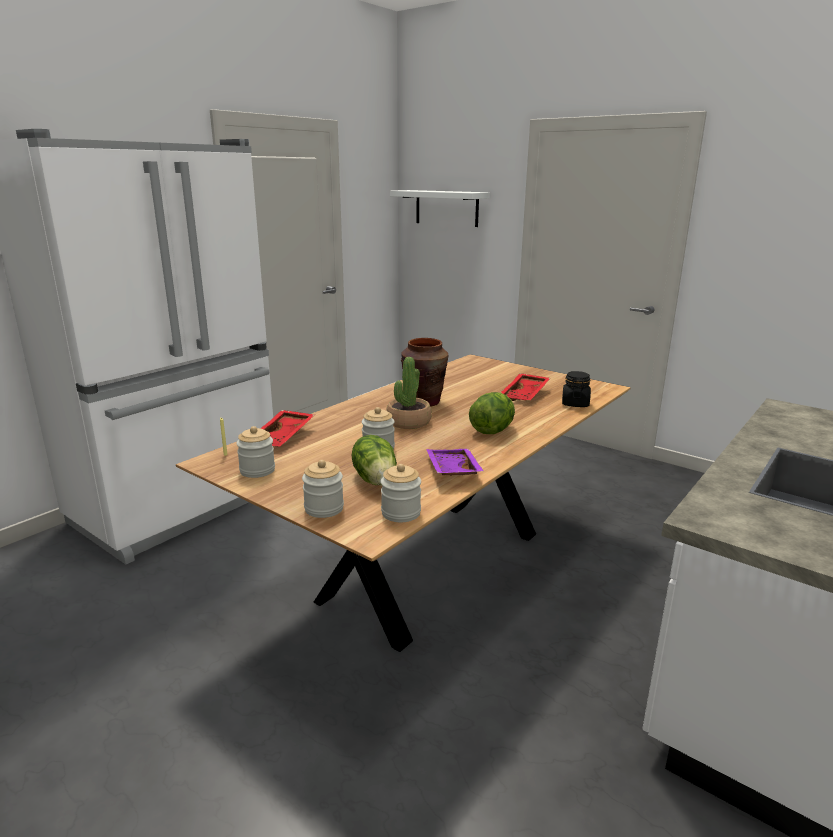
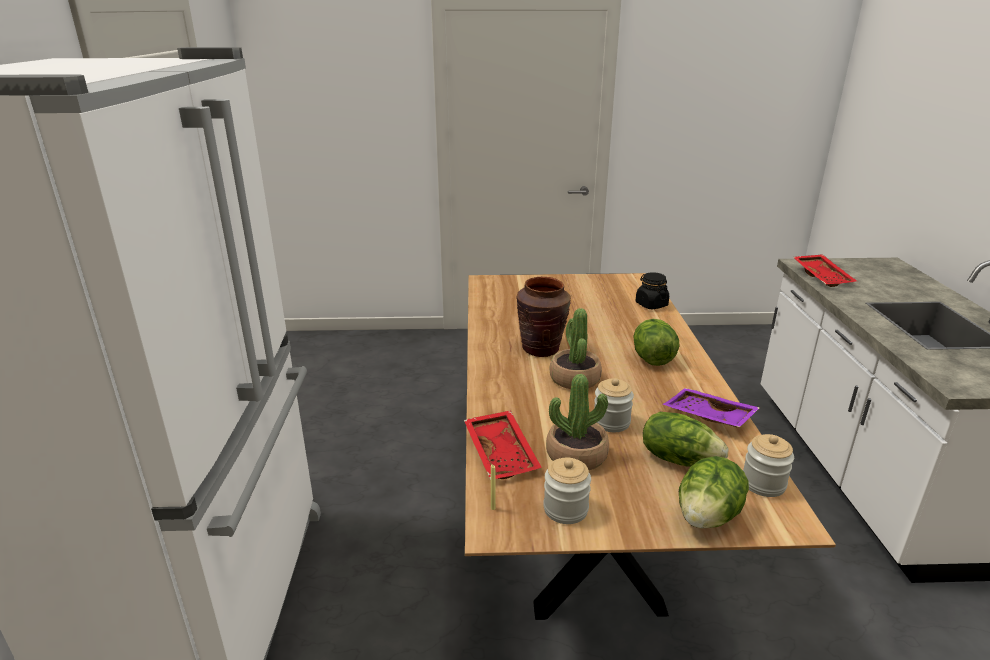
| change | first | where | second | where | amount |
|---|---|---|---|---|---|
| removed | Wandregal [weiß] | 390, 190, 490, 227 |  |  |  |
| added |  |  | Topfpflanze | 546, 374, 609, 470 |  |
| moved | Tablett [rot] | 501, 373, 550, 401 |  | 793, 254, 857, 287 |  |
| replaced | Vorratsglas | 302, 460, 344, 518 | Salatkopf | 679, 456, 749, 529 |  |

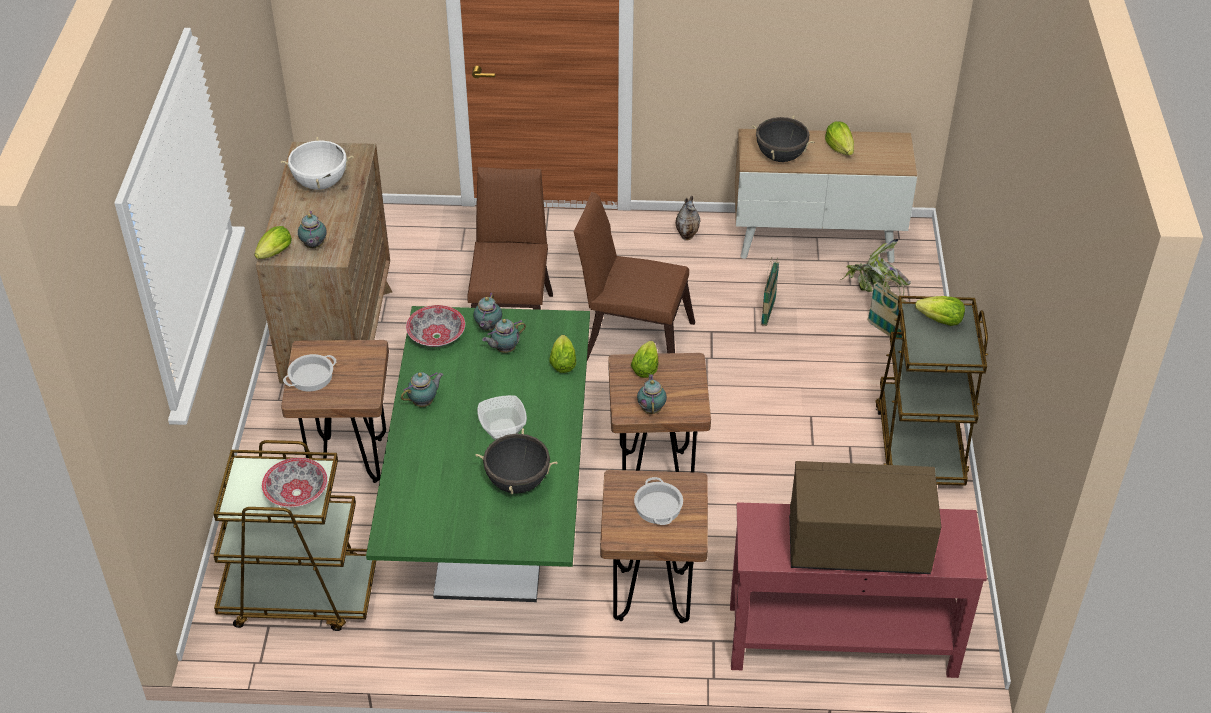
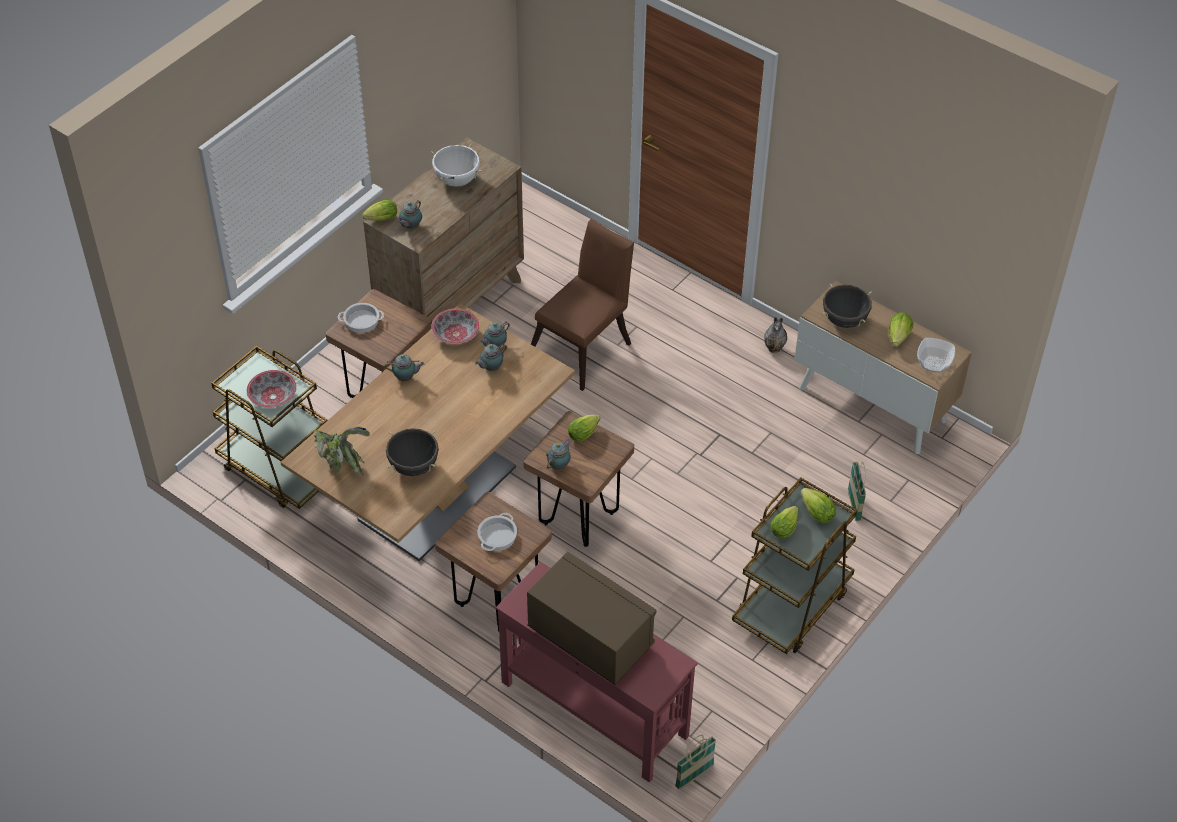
| change | first | where | second | where | amount |
|---|---|---|---|---|---|
| removed | Stuhl [braun] | 574, 192, 695, 361 |  |  |  |
| moved | Schüssel | 477, 395, 527, 440 |  | 917, 338, 955, 373 |  |
| moved | Salatkopf | 549, 335, 576, 373 |  | 770, 506, 798, 539 |  |
| moved | Korb | 761, 257, 779, 326 |  | 675, 735, 716, 790 |  |
| moved | Topfpflanze | 840, 239, 911, 292 |  | 313, 426, 370, 475 |  |
| recoloured | Esstisch [grün] | 366, 306, 590, 602 | Esstisch [braun] | 280, 303, 575, 561 |  |
| turned | Teekanne | 482, 319, 526, 353 |  | 475, 343, 507, 371 | 45 degrees counterclockwise |

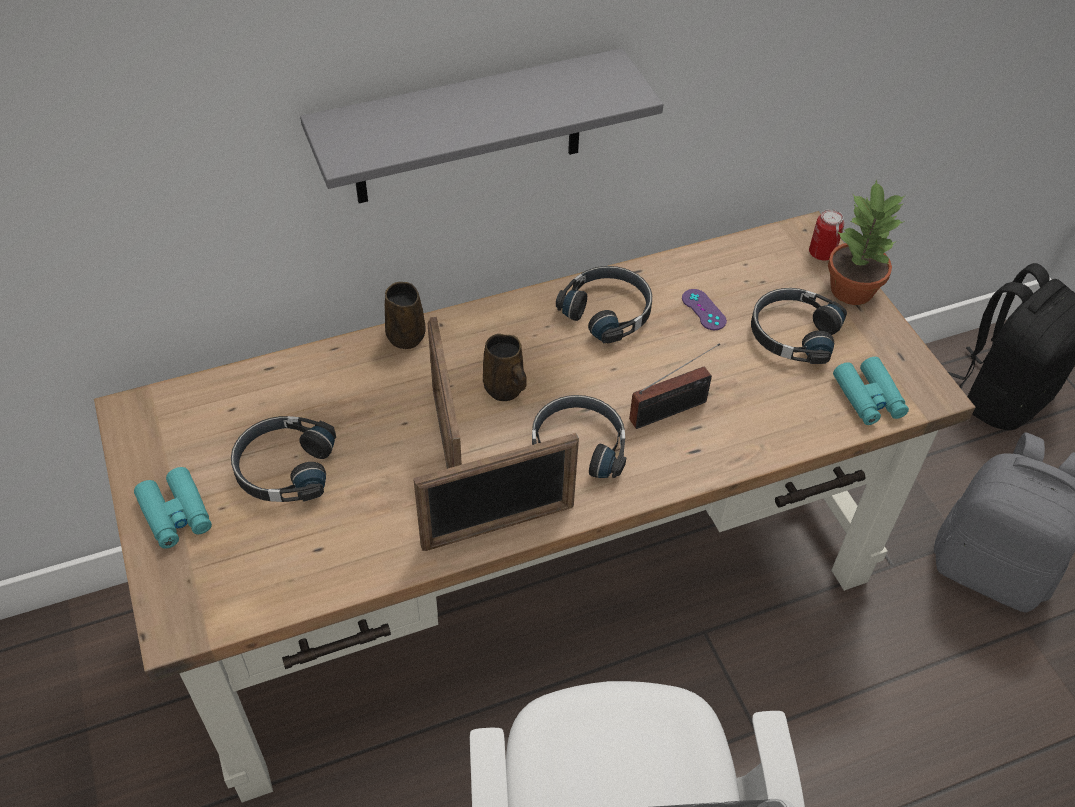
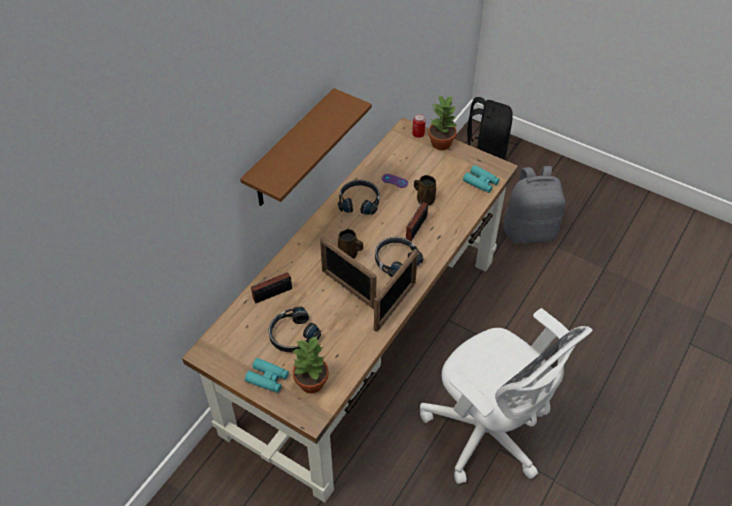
| change | first | where | second | where | amount |
|---|---|---|---|---|---|
| removed | Kopfhörer [schwarz] | 751, 288, 847, 364 |  |  |  |
| added |  |  | Radio | 251, 262, 292, 303 |  |
| added |  |  | Topfpflanze | 293, 336, 329, 393 |  |
| moved | Henkelbecher [braun] | 385, 282, 425, 349 |  | 414, 175, 436, 206 |  |
| recoloured | Wandregal [grau] | 300, 48, 663, 203 | Wandregal [braun] | 240, 88, 372, 206 |  |

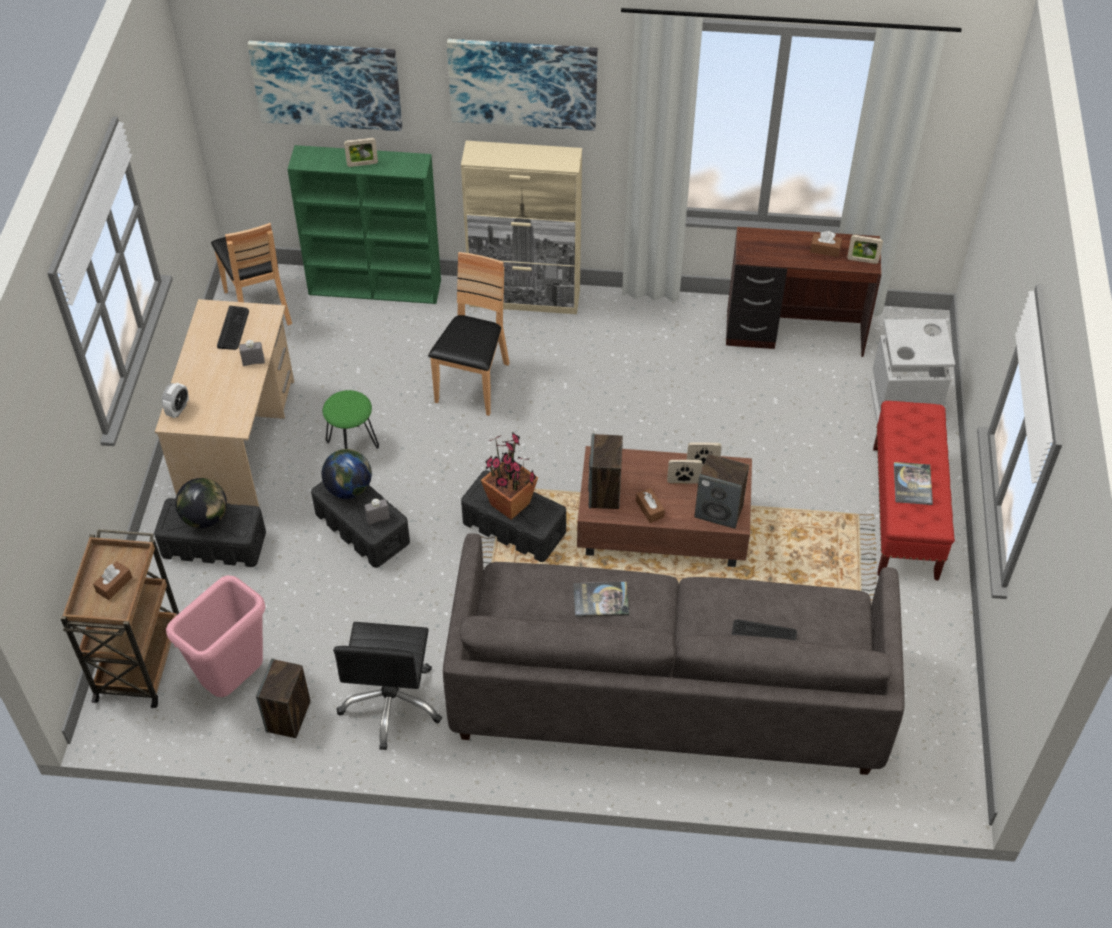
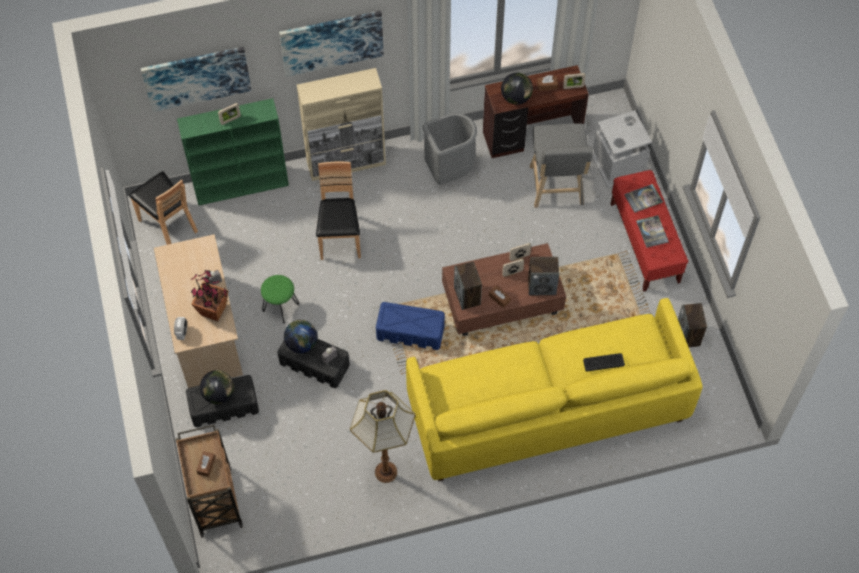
| change | first | where | second | where | amount |
|---|---|---|---|---|---|
| removed | Mülleimer [rosa] | 166, 575, 266, 697 |  |  |  |
| removed | Tastatur | 217, 306, 249, 350 |  |  |  |
| added |  |  | Mülleimer [grau] | 422, 113, 477, 185 |  |
| added |  |  | Globus | 501, 73, 533, 105 |  |
| added |  |  | Hocker [grau] | 530, 123, 593, 208 |  |
| moved | Lautsprecher | 256, 658, 311, 738 |  | 678, 303, 707, 347 |  |
| moved | Topfpflanze | 481, 432, 538, 520 |  | 190, 270, 228, 321 |  |
| moved | Buch | 573, 582, 629, 617 |  | 625, 184, 663, 213 |  |
| replaced | Bürostuhl [schwarz] | 333, 622, 442, 750 | Stehlampe | 350, 390, 415, 483 |  |
| recoloured | Sofa [grau] | 443, 533, 905, 775 | Sofa [gelb] | 406, 298, 703, 482 |  |
| recoloured | Aufbewahrungsbox [schwarz] | 461, 470, 566, 562 | Aufbewahrungsbox [blau] | 376, 302, 445, 350 |  |

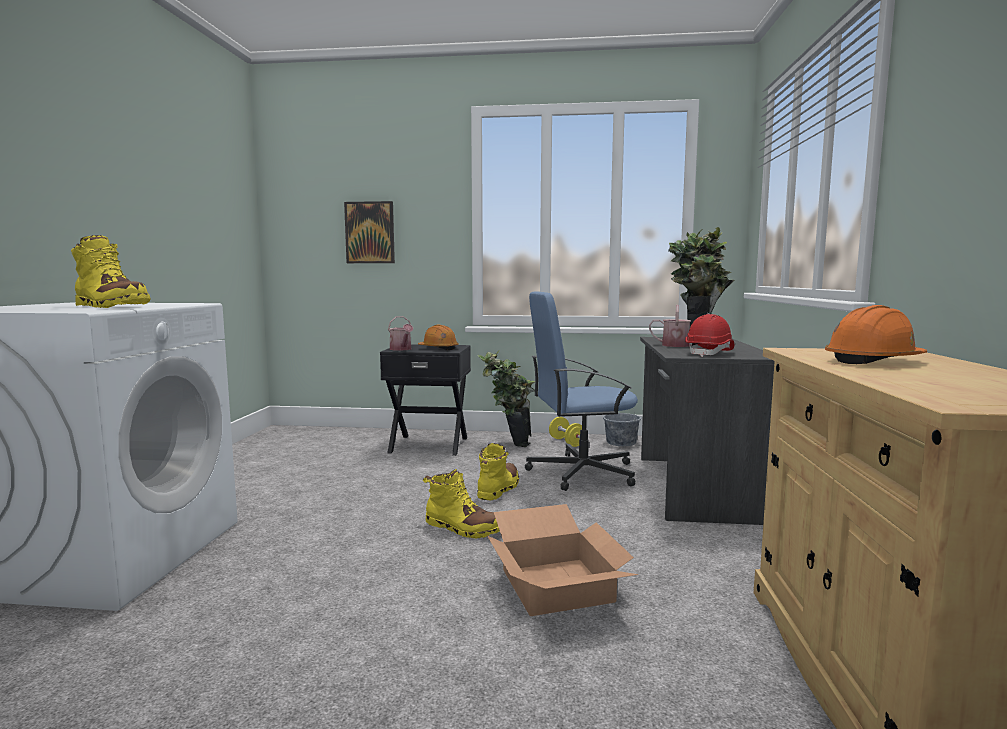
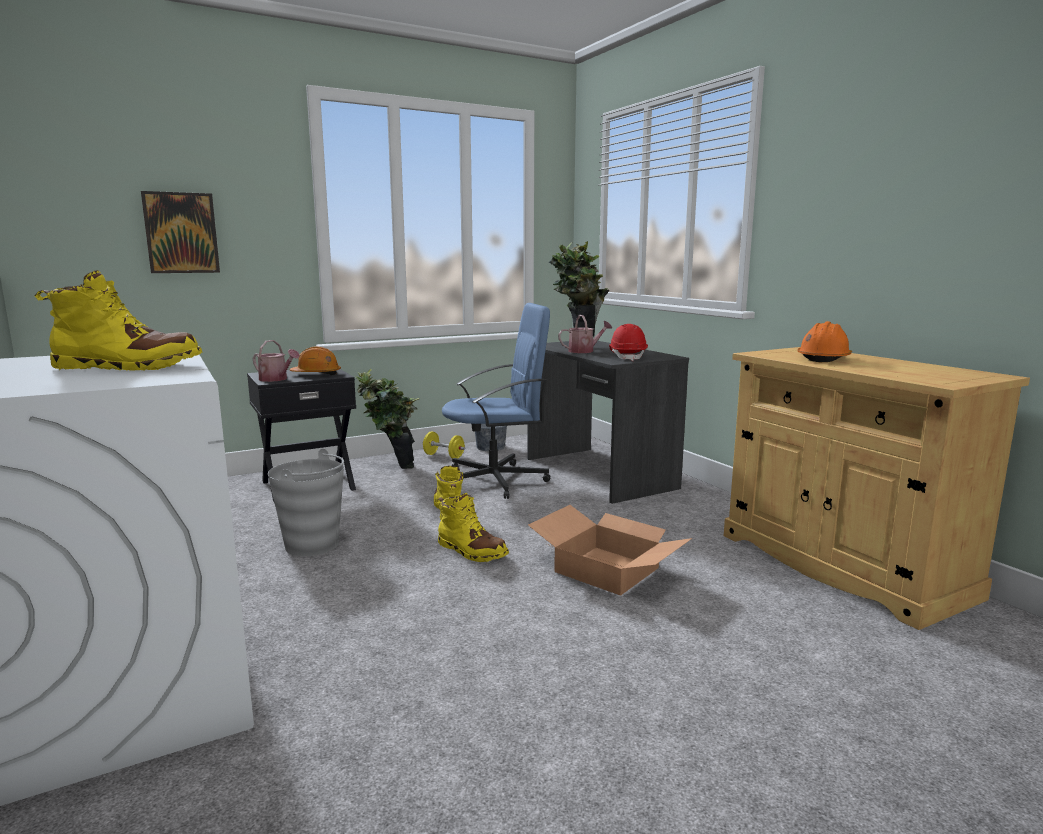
| change | first | where | second | where | amount |
|---|---|---|---|---|---|
| added |  |  | Eimer [grau] | 268, 449, 344, 556 |  |
| turned | Stiefel [gelb] | 423, 469, 500, 539 |  | 436, 493, 509, 562 | 45 degrees clockwise |
| turned | Bürostuhl [blau] | 525, 291, 638, 491 |  | 442, 303, 551, 499 | 150 degrees counterclockwise |

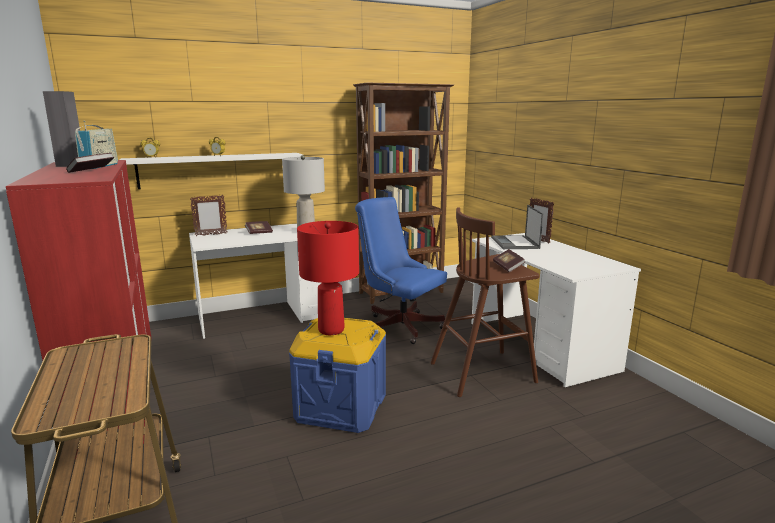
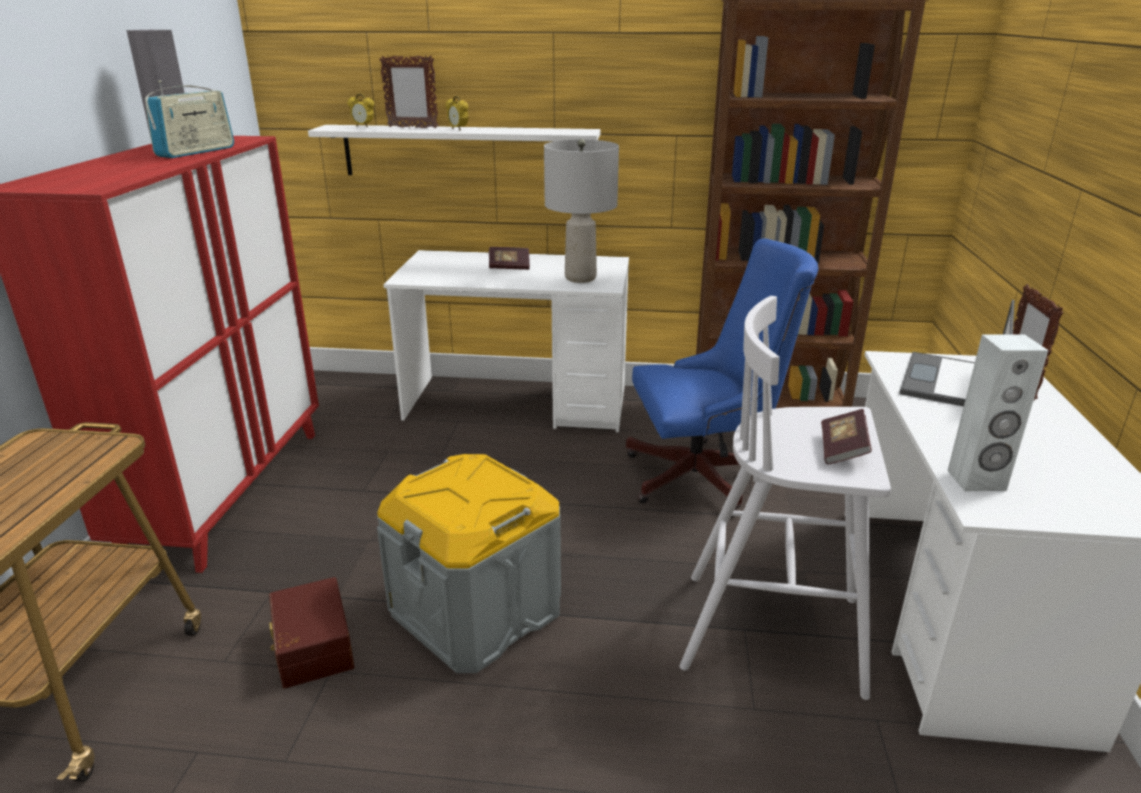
| change | first | where | second | where | amount |
|---|---|---|---|---|---|
| removed | Buch | 66, 153, 114, 173 |  |  |  |
| removed | Tischlampe [rot] | 297, 221, 359, 335 |  |  |  |
| added |  |  | Aufbewahrungsbox [braun] | 269, 577, 354, 688 |  |
| added |  |  | Lautsprecher [weiß] | 948, 334, 1048, 491 |  |
| moved | Bilderrahmen | 190, 195, 227, 236 |  | 379, 56, 439, 128 |  |
| recoloured | Aufbewahrungsbox [blau] | 289, 318, 386, 433 | Aufbewahrungsbox [grau] | 377, 454, 561, 673 |  |
| recoloured | Hocker [braun] | 430, 207, 539, 397 | Hocker [weiß] | 680, 296, 891, 700 |  |
| turned | Bürostuhl [blau] | 355, 197, 447, 344 |  | 626, 238, 818, 517 | 105 degrees clockwise |

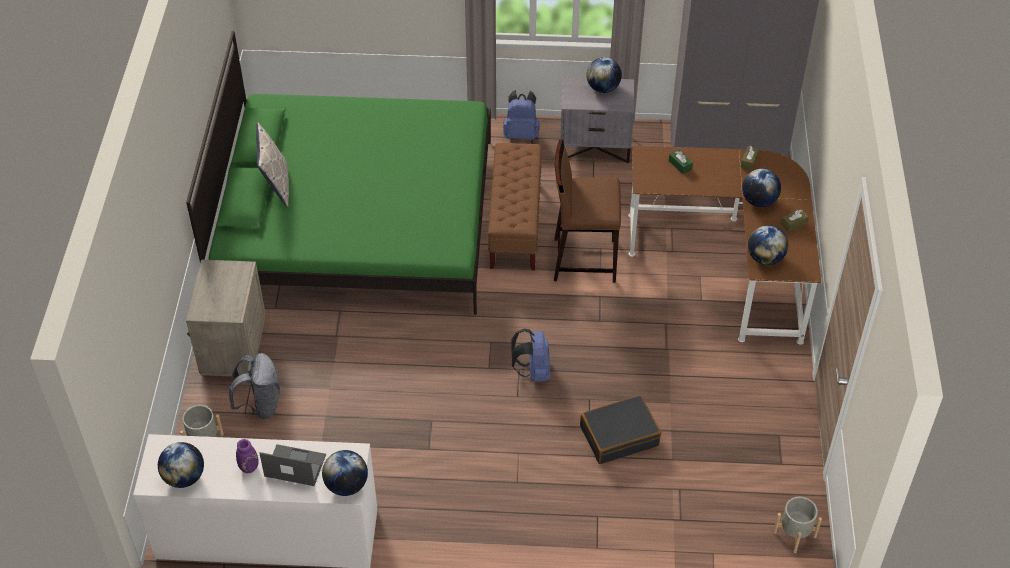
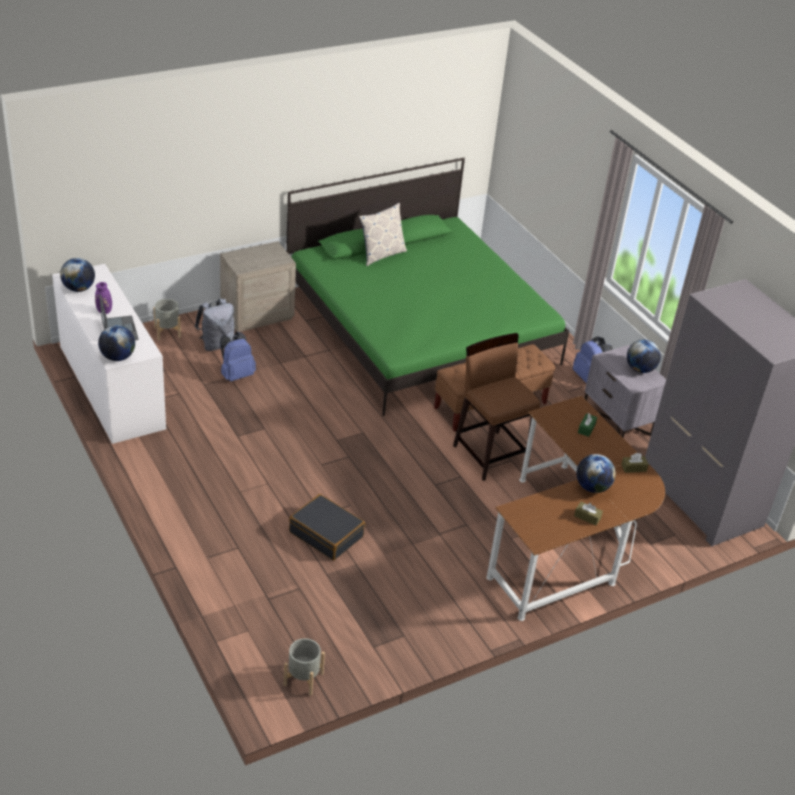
| change | first | where | second | where | amount |
|---|---|---|---|---|---|
| removed | Globus | 748, 225, 788, 265 |  |  |  |
| moved | Rucksack [blau] | 512, 329, 550, 381 |  | 220, 332, 256, 382 |  |

